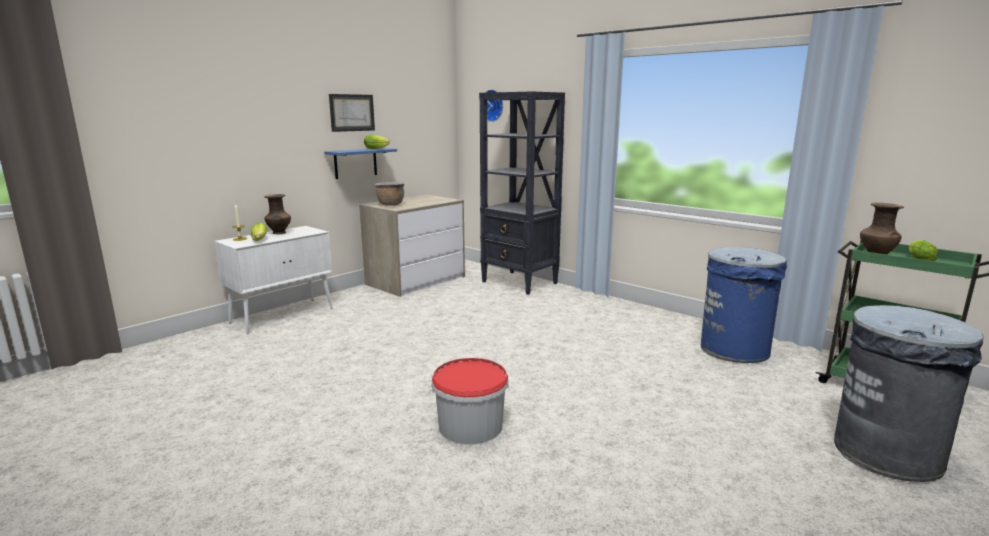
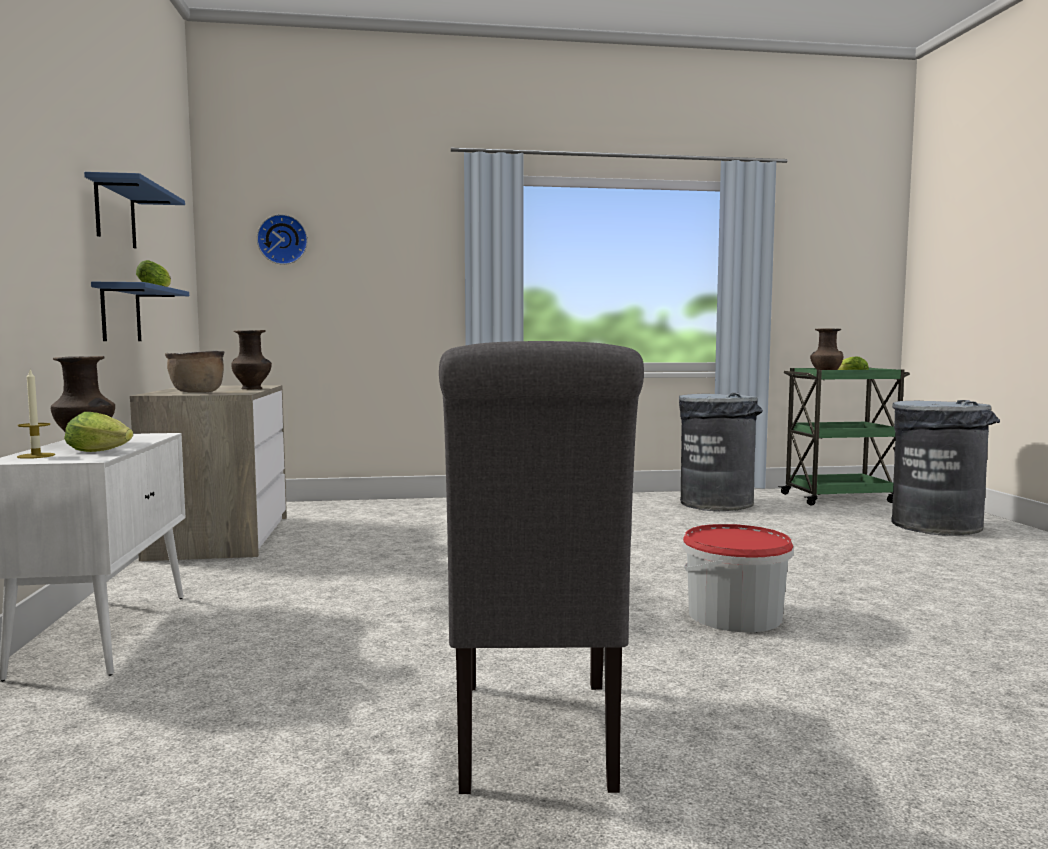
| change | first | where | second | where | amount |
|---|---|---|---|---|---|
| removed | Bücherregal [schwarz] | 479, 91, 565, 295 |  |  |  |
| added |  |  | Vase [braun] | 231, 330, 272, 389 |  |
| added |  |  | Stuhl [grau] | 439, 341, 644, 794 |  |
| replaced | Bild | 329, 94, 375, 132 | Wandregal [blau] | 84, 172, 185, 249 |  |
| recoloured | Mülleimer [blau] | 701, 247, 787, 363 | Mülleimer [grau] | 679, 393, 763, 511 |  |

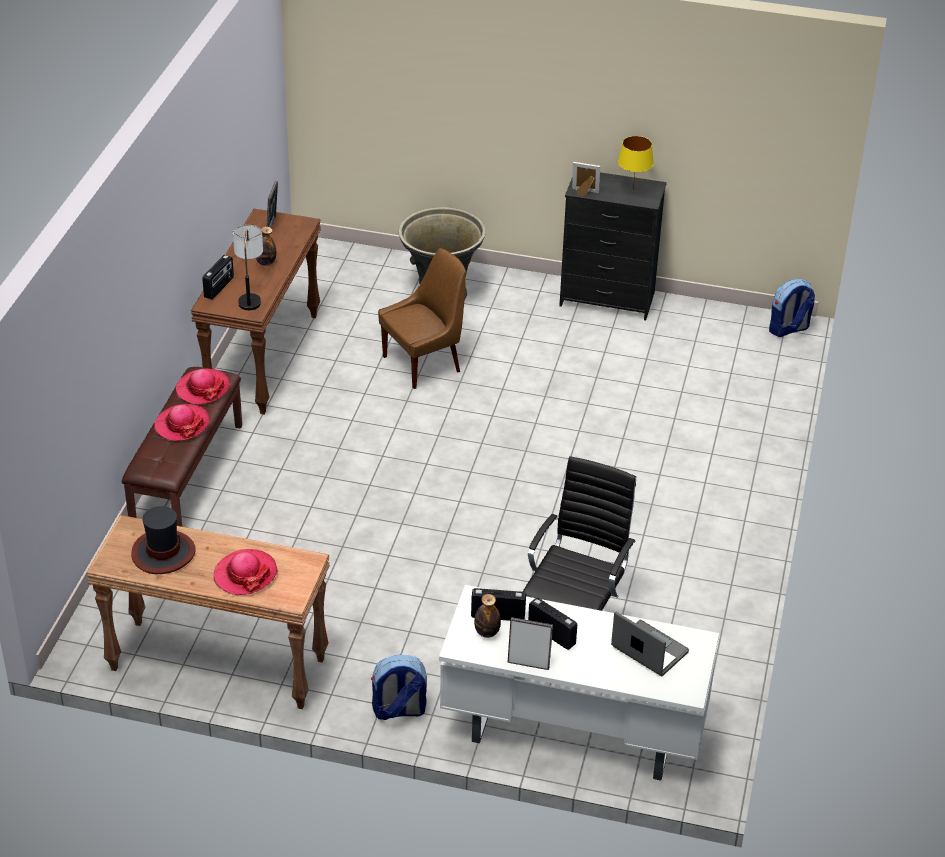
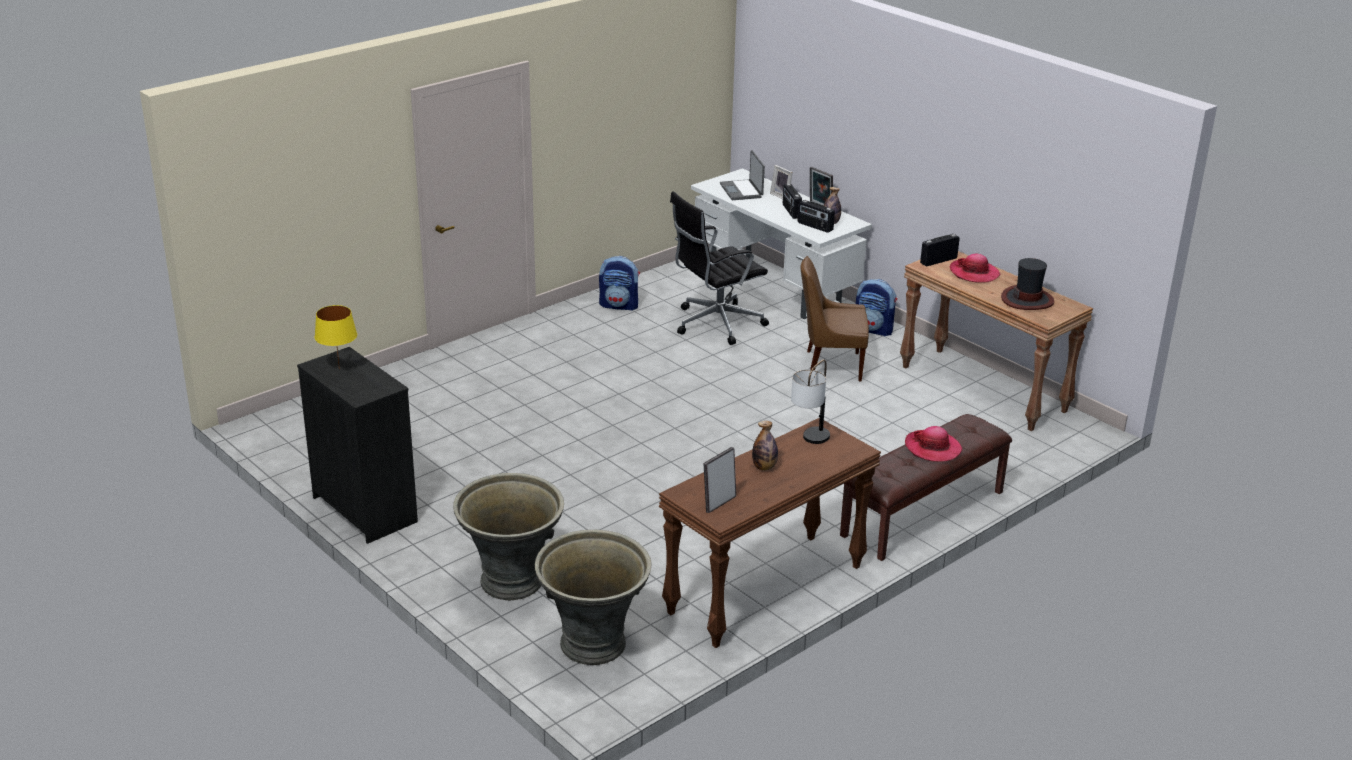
| change | first | where | second | where | amount |
|---|---|---|---|---|---|
| removed | Hut | 176, 369, 230, 405 |  |  |  |
| added |  |  | Pflanzkübel [grau] | 535, 530, 651, 665 |  |
| moved | Radio | 202, 255, 234, 299 |  | 920, 234, 960, 266 |  |
| moved | Stuhl [braun] | 378, 248, 466, 389 |  | 801, 256, 869, 381 |  |
| moved | Bilderrahmen | 572, 162, 600, 196 |  | 770, 165, 793, 199 |  |
| moved | Rucksack | 769, 279, 815, 337 |  | 599, 256, 640, 311 |  |

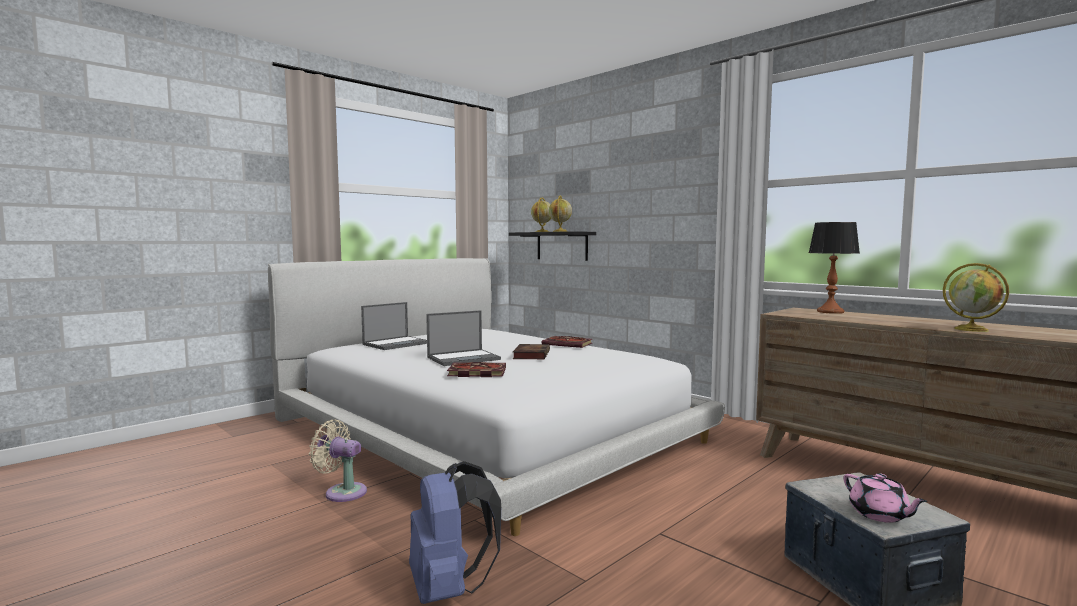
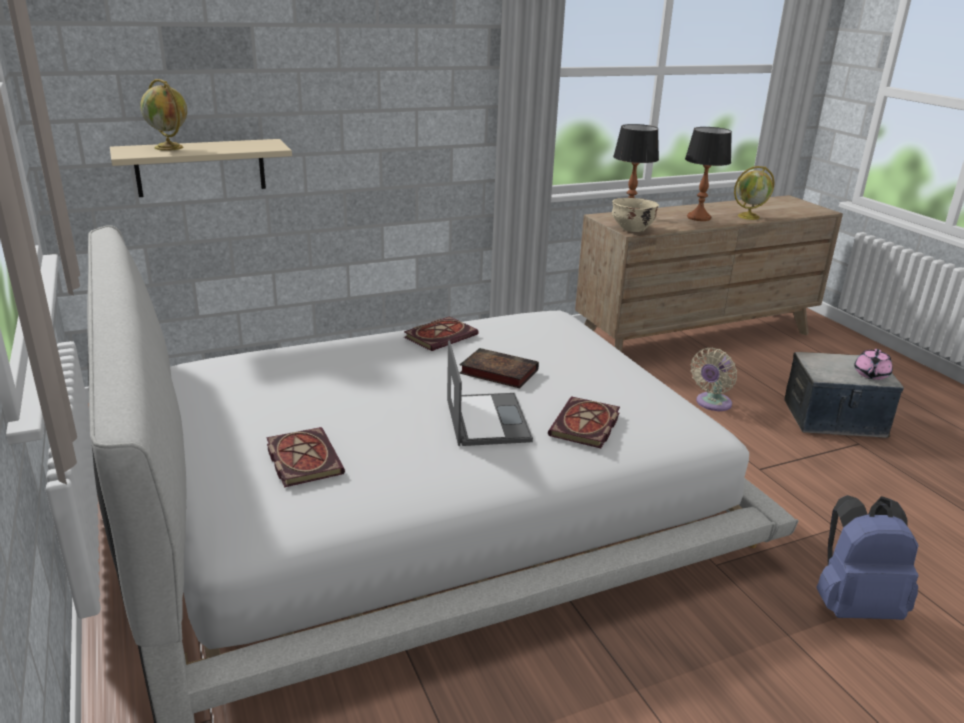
| change | first | where | second | where | amount |
|---|---|---|---|---|---|
| removed | Globus | 549, 195, 572, 232 |  |  |  |
| added |  |  | Schüssel [beige] | 612, 198, 659, 232 |  |
| added |  |  | Tischlampe | 685, 127, 732, 221 |  |
| moved | Ventilator [beige] | 309, 420, 367, 502 |  | 691, 348, 737, 411 |  |
| replaced | Laptop | 361, 302, 427, 350 | Buch | 266, 427, 345, 487 |  |
| recoloured | Wandregal [schwarz] | 509, 231, 596, 261 | Wandregal [beige] | 110, 139, 292, 197 |  |
| turned | Teekanne [rosa] | 843, 473, 928, 523 |  | 854, 349, 893, 380 | 120 degrees clockwise |

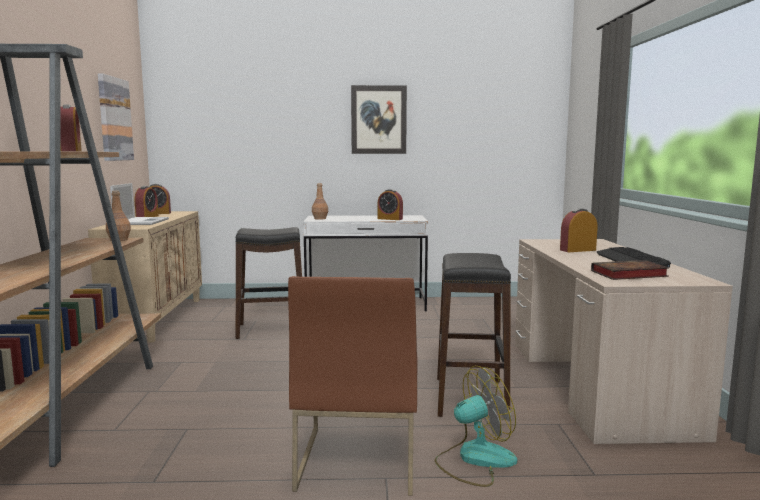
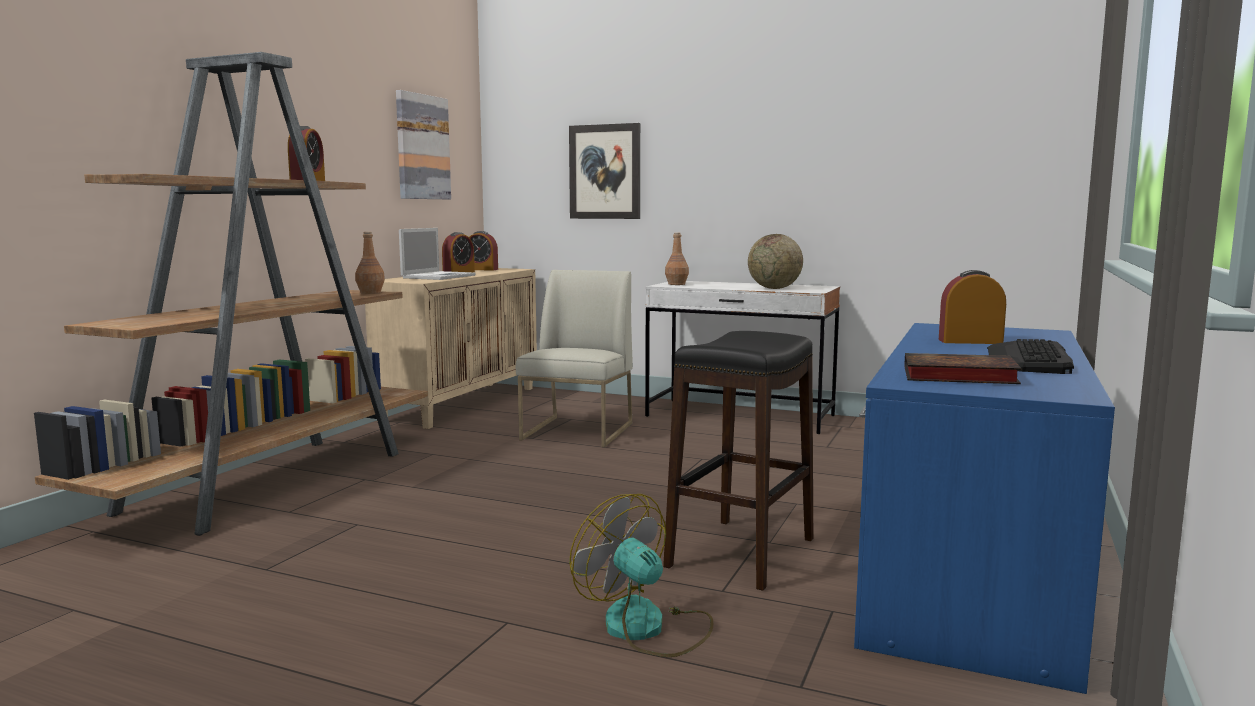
| change | first | where | second | where | amount |
|---|---|---|---|---|---|
| removed | Stuhl [braun] | 288, 276, 418, 496 |  |  |  |
| moved | Bild | 351, 85, 407, 154 |  | 569, 123, 640, 219 |  |
| replaced | Hocker [schwarz] | 236, 227, 302, 339 | Stuhl [weiß] | 516, 270, 633, 447 |  |
| replaced | Wecker | 378, 189, 403, 220 | Globus | 748, 234, 803, 289 |  |
| recoloured | Schreibtisch [beige] | 515, 239, 733, 444 | Schreibtisch [blau] | 854, 323, 1115, 694 |  |
| turned | Ventilator | 435, 365, 517, 487 |  | 569, 494, 713, 657 | 135 degrees counterclockwise |

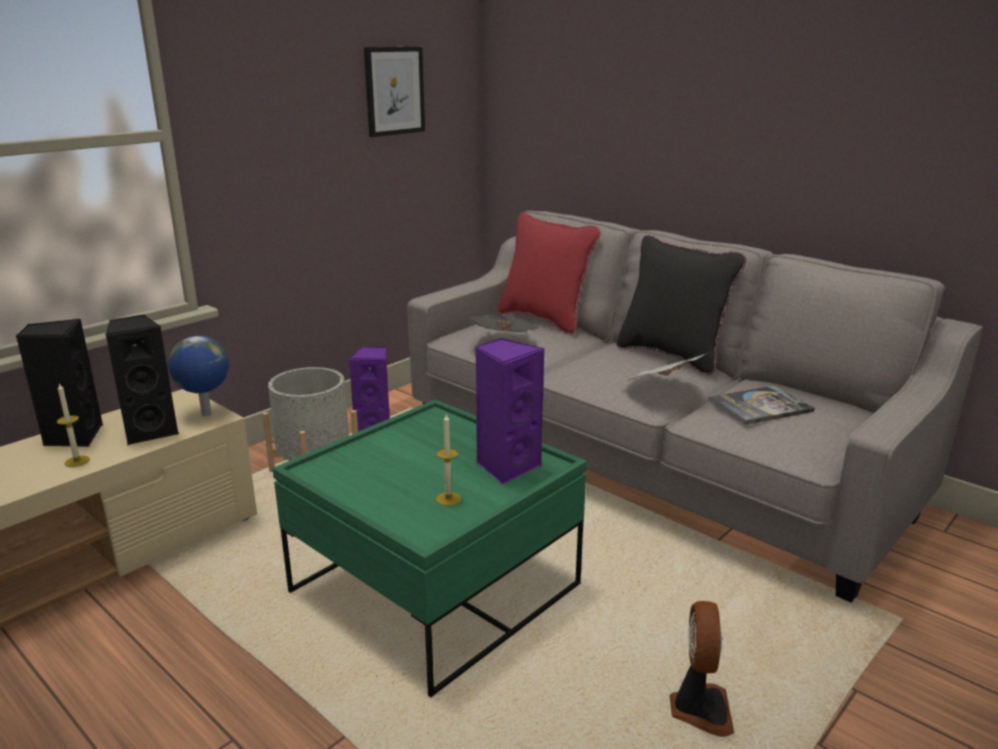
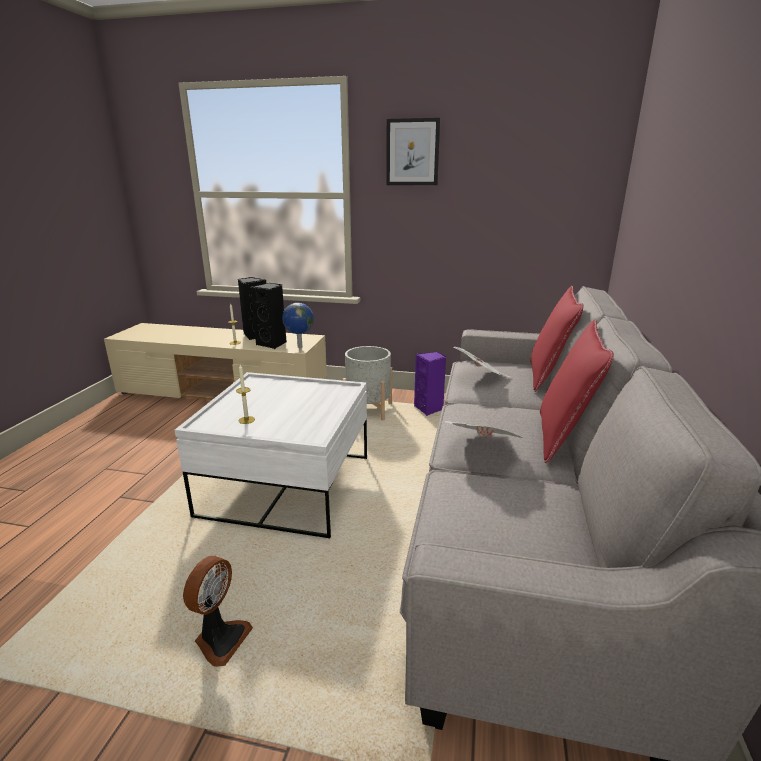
| change | first | where | second | where | amount |
|---|---|---|---|---|---|
| removed | Lautsprecher [lila] | 475, 338, 544, 485 |  |  |  |
| removed | Buch | 708, 385, 815, 425 |  |  |  |
| moved | Bild | 364, 47, 425, 137 |  | 386, 118, 440, 185 |  |
| recoloured | Couchtisch [grün] | 272, 400, 587, 697 | Couchtisch [weiß] | 175, 372, 367, 538 |  |
| recoloured | Kissen [schwarz] | 615, 235, 746, 375 | Kissen [rot] | 540, 320, 614, 463 |  |
| turned | Ventilator | 670, 601, 734, 737 |  | 183, 556, 253, 667 | 45 degrees counterclockwise |

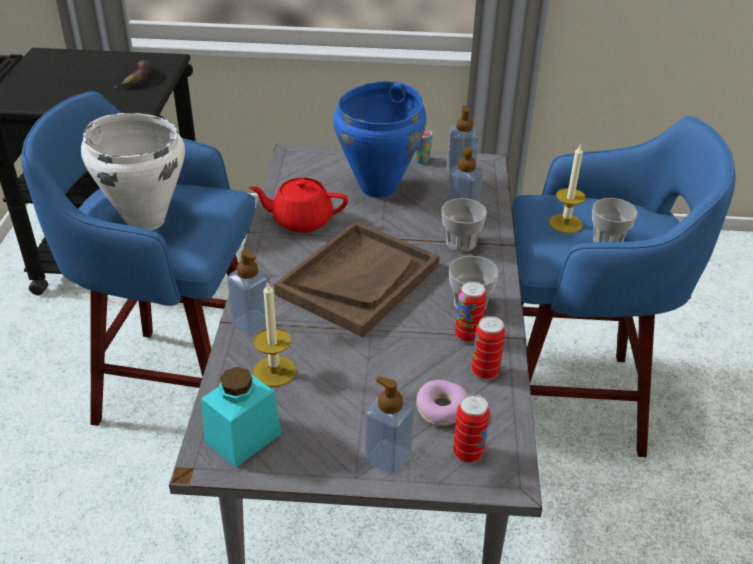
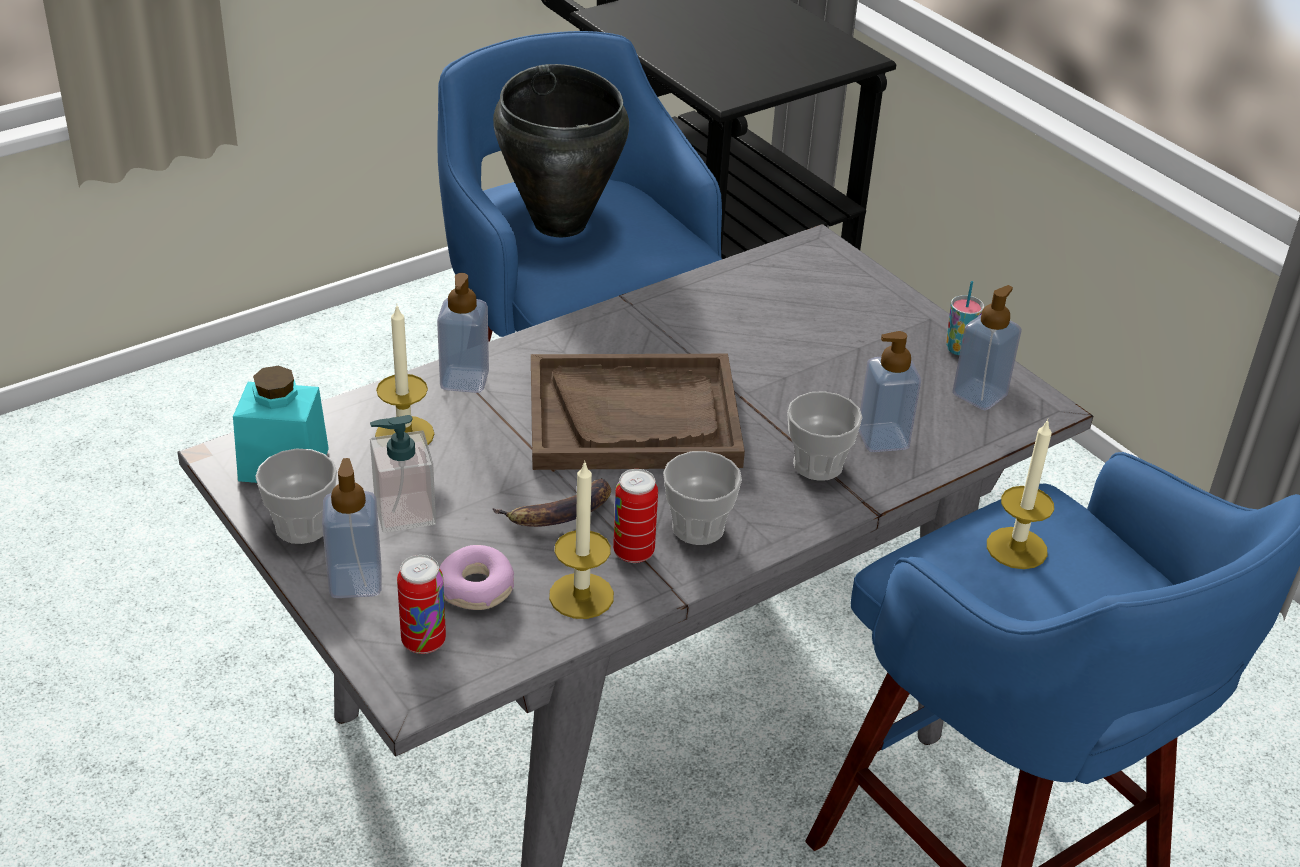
| change | first | where | second | where | amount |
|---|---|---|---|---|---|
| removed | Teekanne [rot] | 249, 178, 348, 233 |  |  |  |
| removed | Kochtopf [blau] | 333, 81, 426, 198 |  |  |  |
| added |  |  | Seifenspender | 370, 415, 436, 533 |  |
| moved | Banane | 113, 60, 152, 88 |  | 492, 478, 611, 527 |  |
| moved | Tasse | 592, 198, 638, 242 |  | 255, 449, 337, 544 |  |
| replaced | Dose | 472, 316, 505, 379 | Kerze | 549, 460, 614, 619 |  |
| recoloured | Kochtopf [weiß] | 81, 113, 185, 230 | Kochtopf [schwarz] | 493, 64, 629, 237 |  |

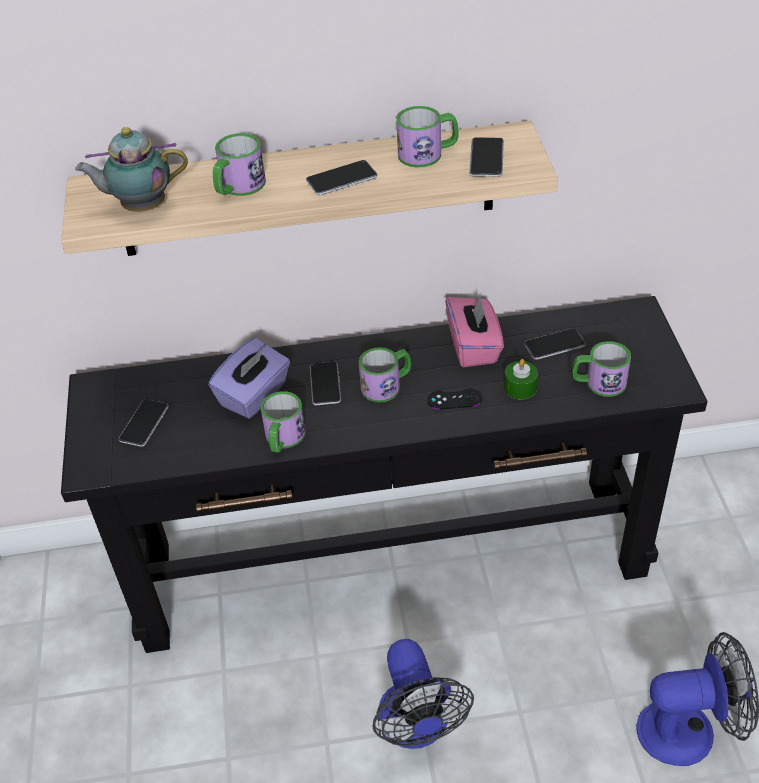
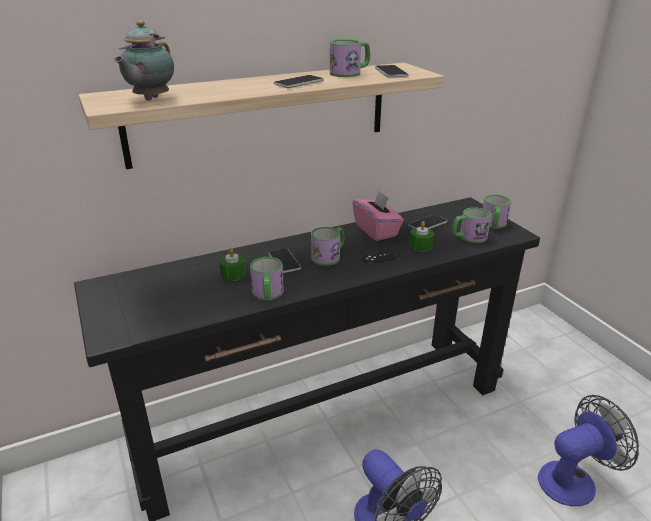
| change | first | where | second | where | amount |
|---|---|---|---|---|---|
| removed | Handy | 119, 399, 169, 447 |  |  |  |
| moved | Henkelbecher | 213, 133, 266, 196 |  | 483, 195, 511, 228 |  |
| replaced | Taschentuchbox [lila] | 208, 338, 290, 419 | Kerze [grün] | 219, 248, 246, 281 |  |
| turned | Teekanne | 75, 127, 188, 212 |  | 114, 21, 174, 101 | 45 degrees counterclockwise |

